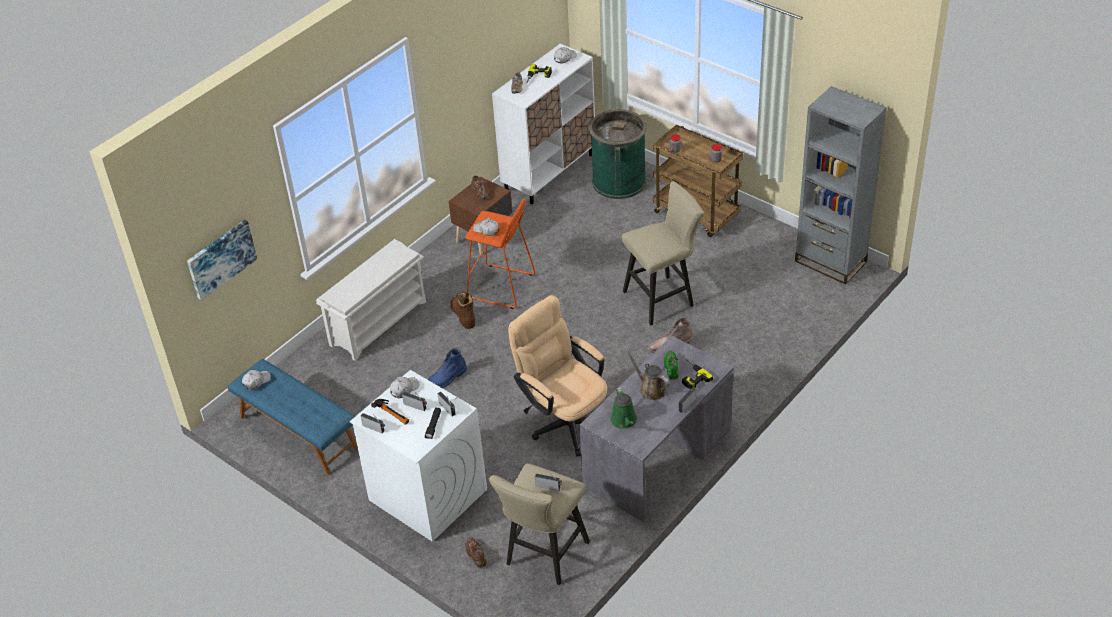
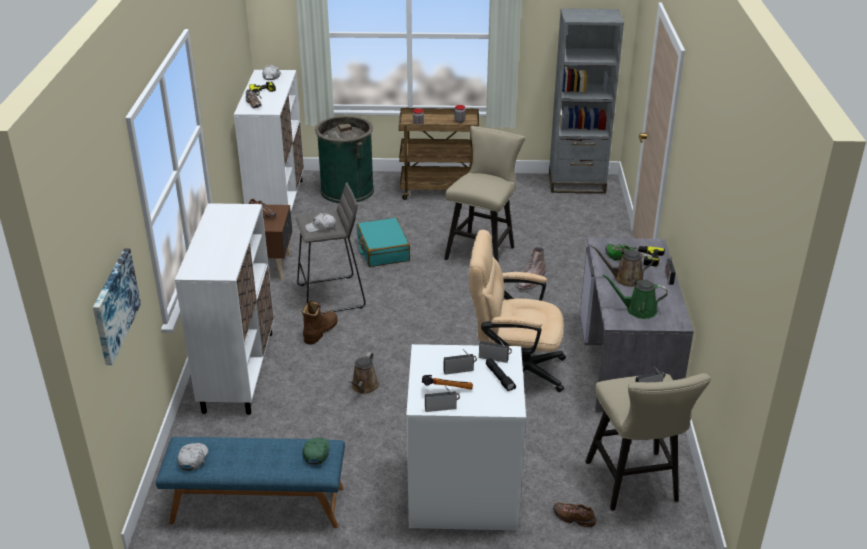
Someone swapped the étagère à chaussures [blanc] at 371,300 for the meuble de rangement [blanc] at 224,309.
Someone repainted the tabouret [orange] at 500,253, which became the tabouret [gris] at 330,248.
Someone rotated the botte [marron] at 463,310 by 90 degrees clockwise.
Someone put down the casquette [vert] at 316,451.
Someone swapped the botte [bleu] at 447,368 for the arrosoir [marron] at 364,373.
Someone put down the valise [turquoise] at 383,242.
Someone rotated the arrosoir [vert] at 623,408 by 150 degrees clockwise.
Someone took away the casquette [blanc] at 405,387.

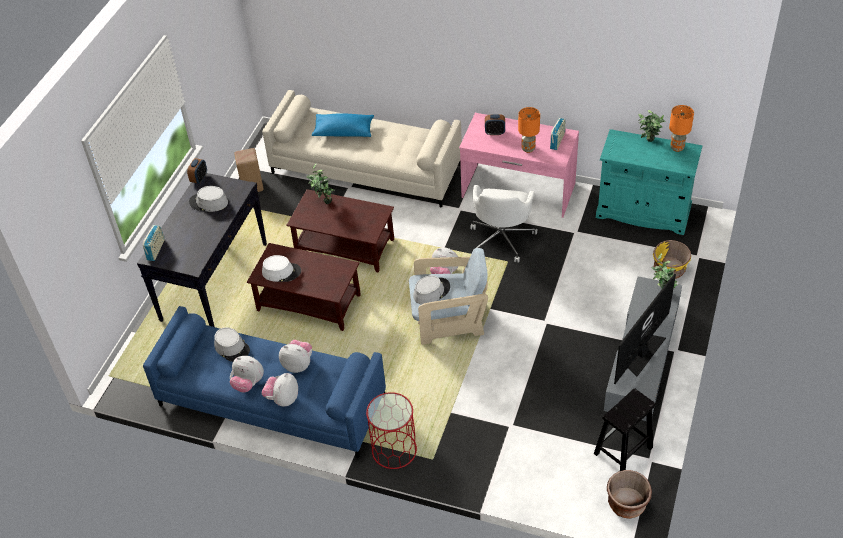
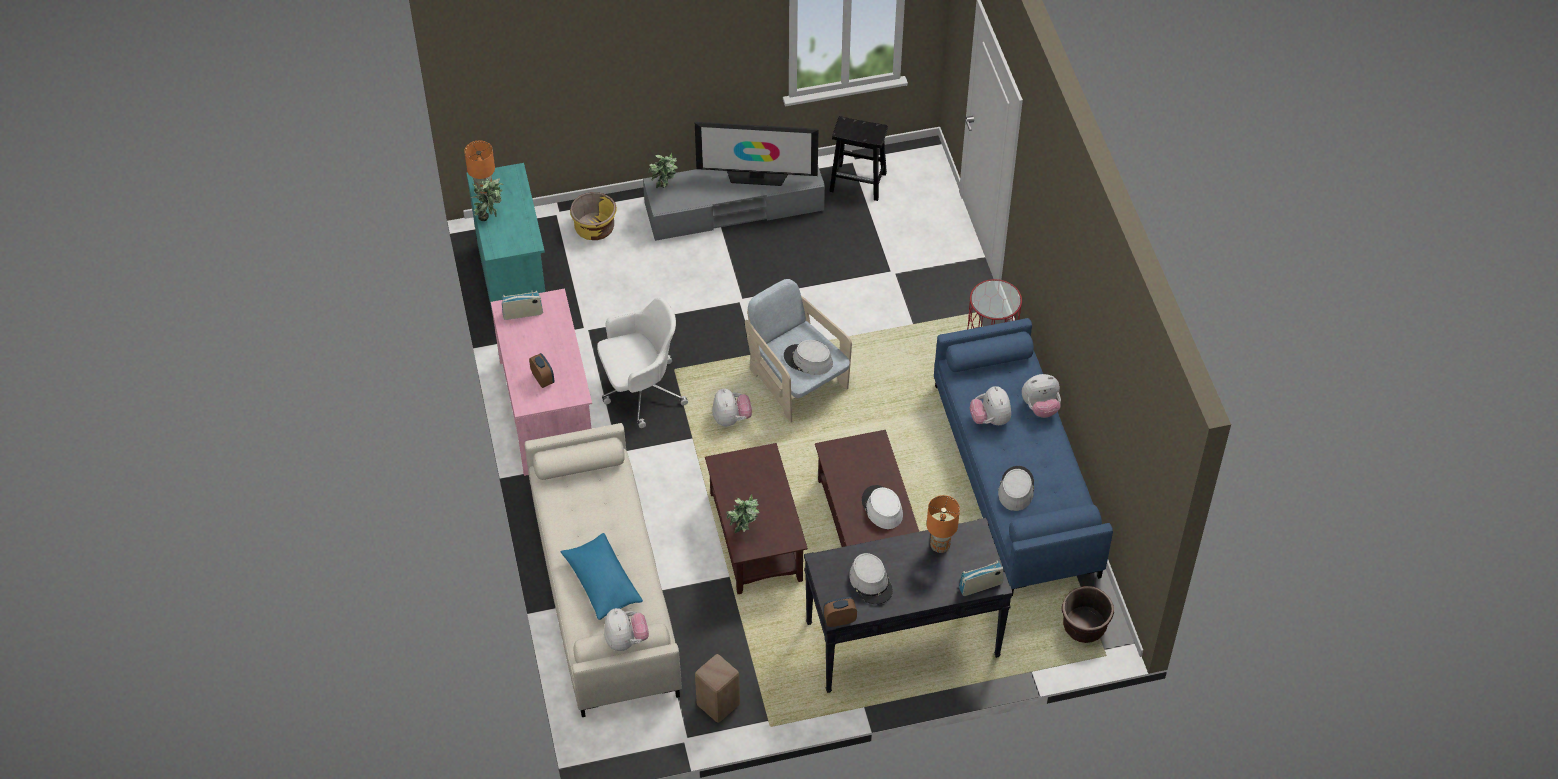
Someone carried the peluche from 247,374 to 626,629.
Someone carried the lampe de table [orange] from 529,130 to 943,524.
Someone carried the cache-pot [marron] from 629,494 to 1088,614.

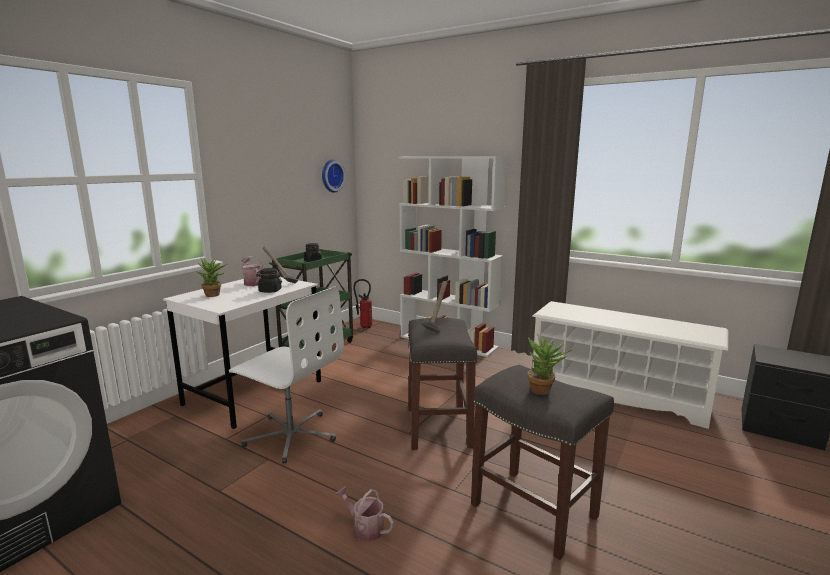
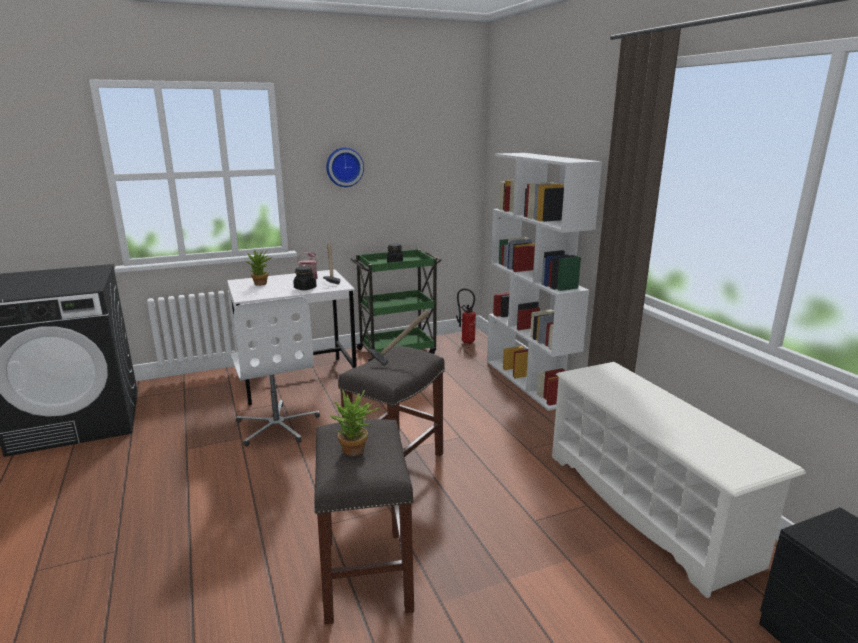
Someone carried the horloge murale from 334,176 to 345,167.
Someone took away the arrosoir at 364,514.

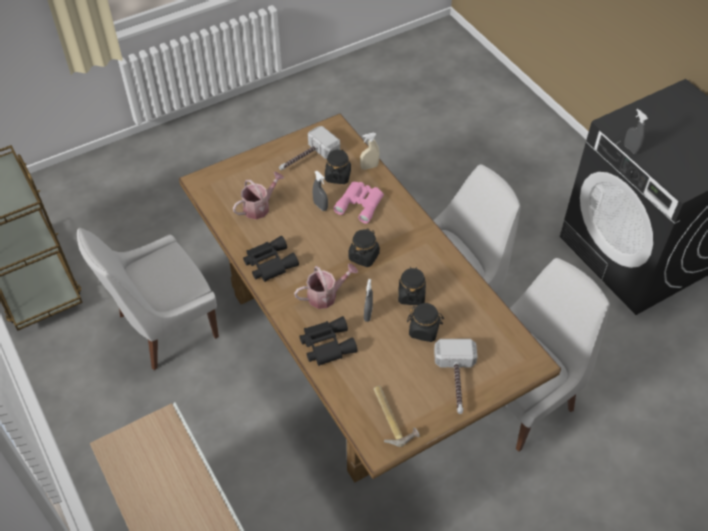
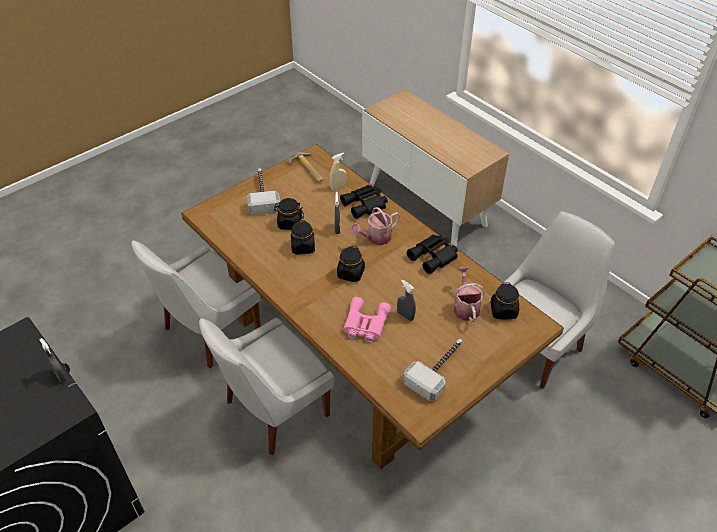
Someone carried the vaporisateur [beige] from 370,151 to 338,171.
Someone rotated the arrosoir at 258,195 by 135 degrees clockwise.
Someone carried the bocal [noir] from 338,166 to 504,301.

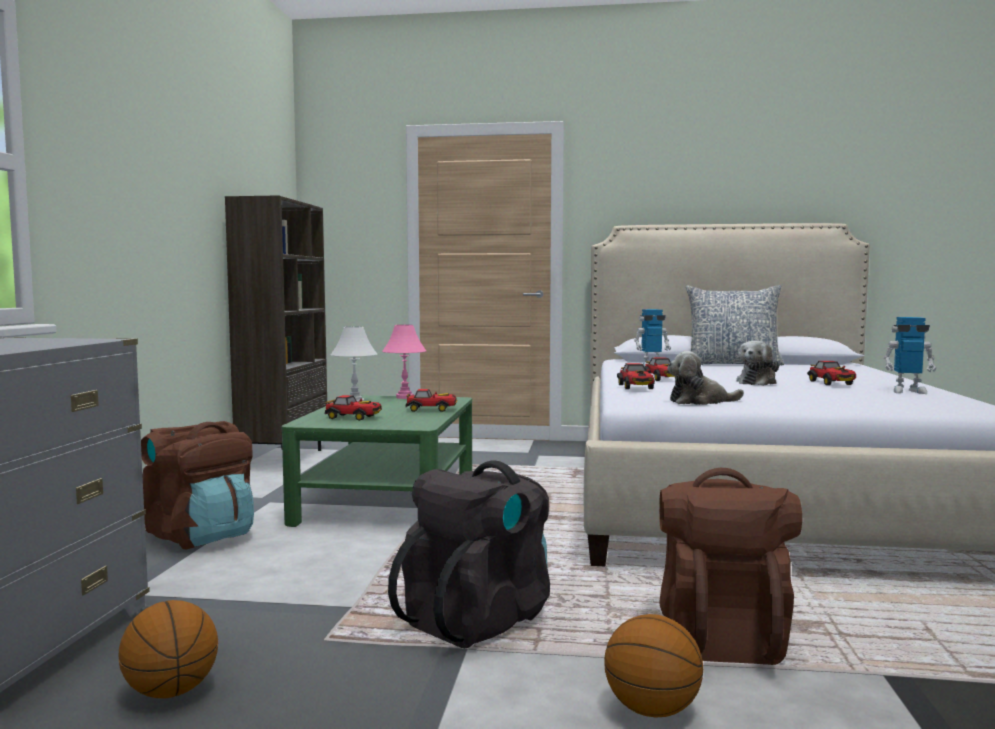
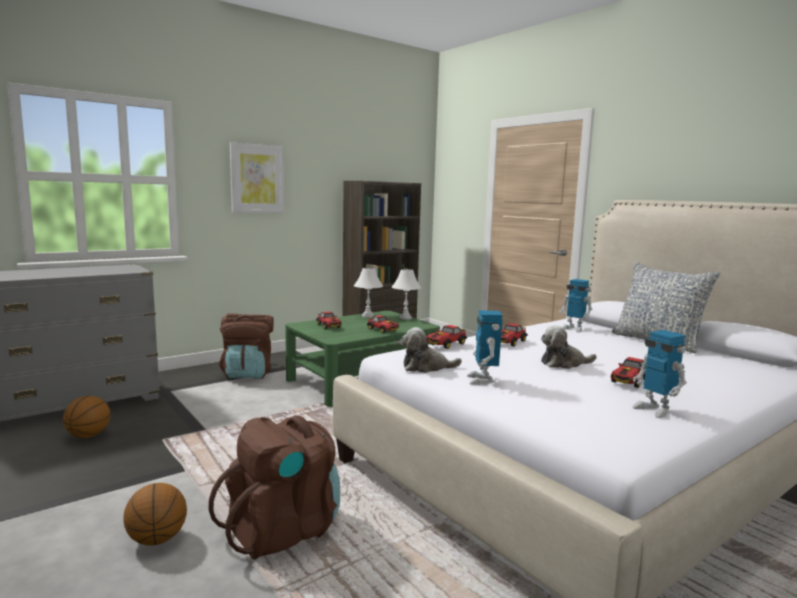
Someone put up the tableau at 257,177.
Someone repainted the lampe de table [rose] at 404,361, which became the lampe de table [blanc] at 406,294.
Someone rotated the peluche at 705,378 by 45 degrees counterclockwise.
Someone put down the robot jouet at 485,347.
Someone took away the sac à dos [noir] at 469,554.

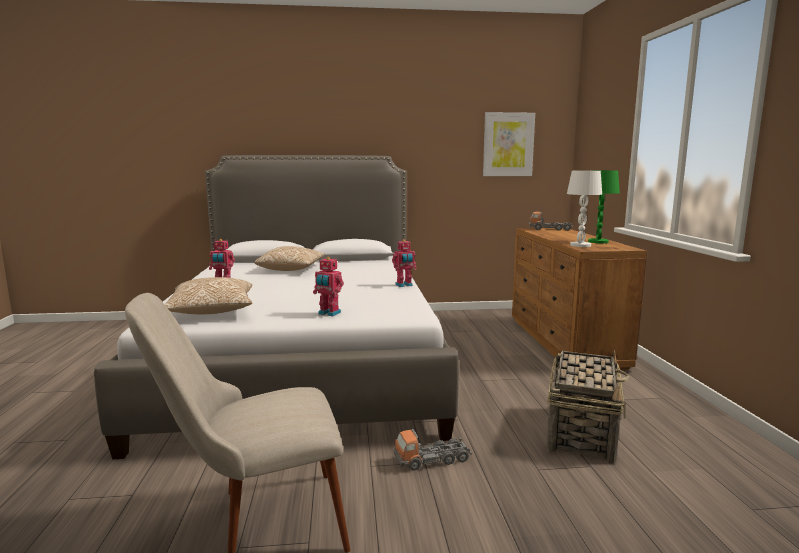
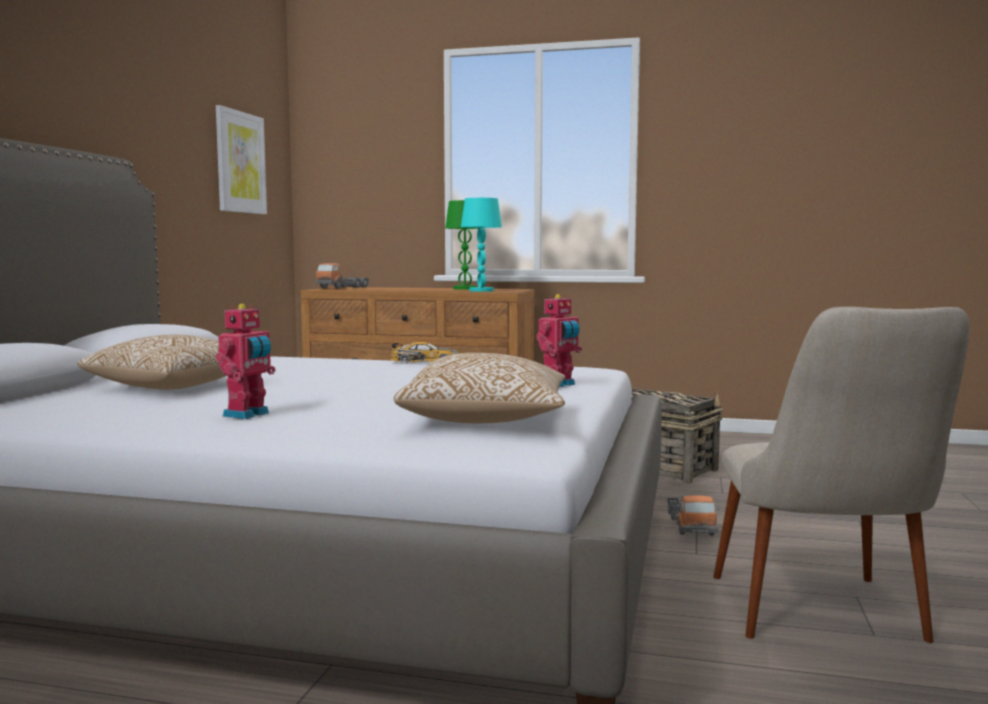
Someone swapped the robot jouet at 404,263 for the petite voiture at 424,353.
Someone repainted the lampe de table [blanc] at 584,209, which became the lampe de table [turquoise] at 481,245.

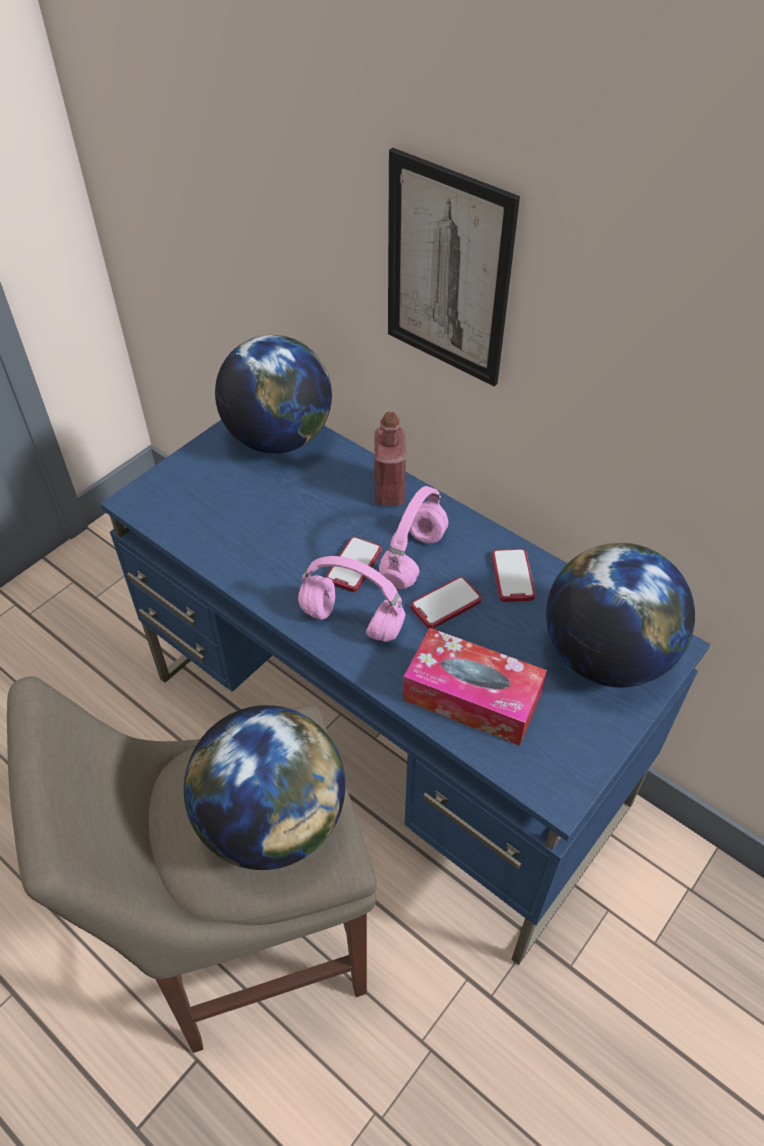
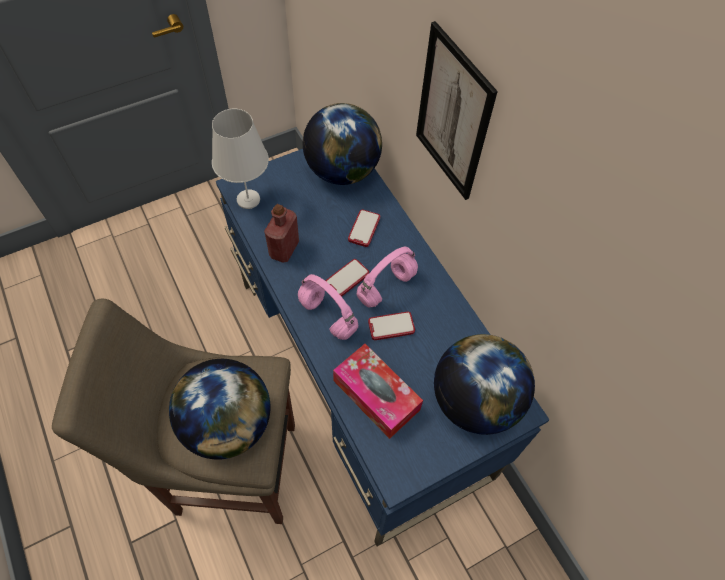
Someone put down the lampe de table [blanc] at 240,159.
Someone carried the bouteille [rouge] from 390,459 to 281,233.
Someone carried the téléphone from 513,575 to 364,228.

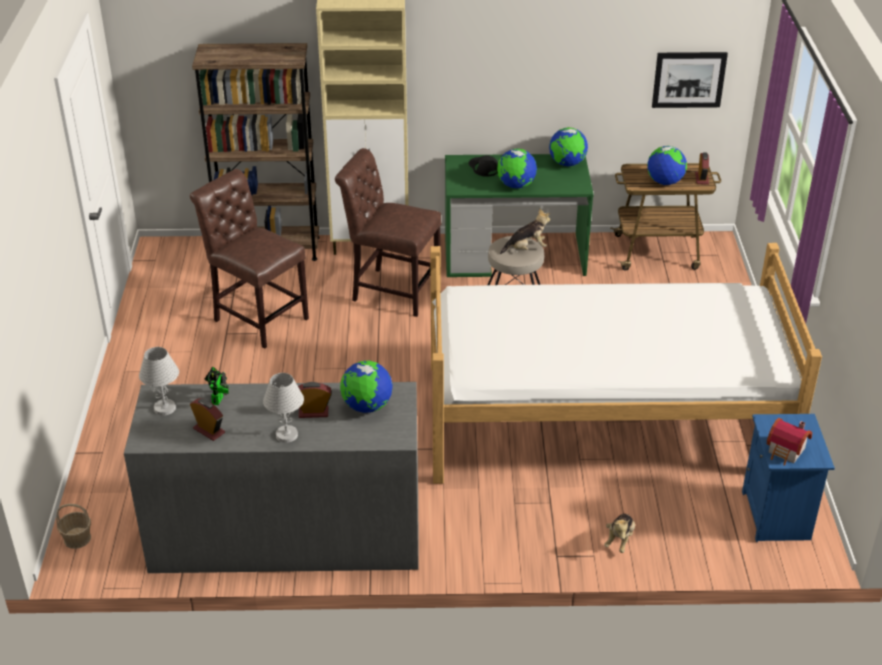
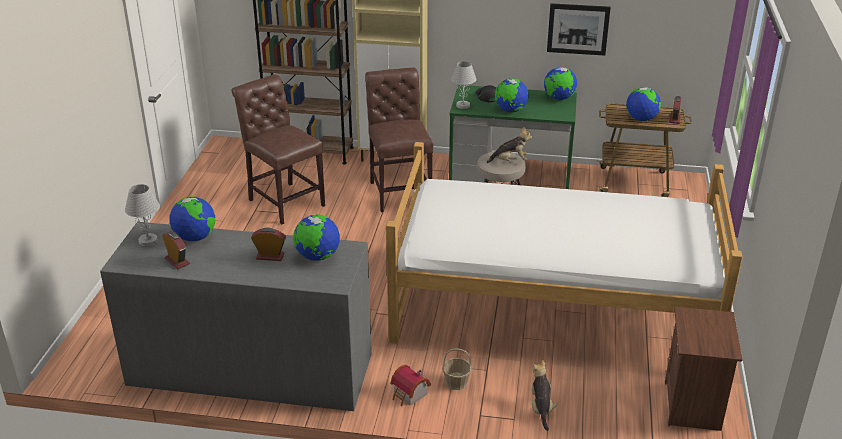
Someone swapped the robot jouet at 217,386 for the globe at 192,219.
Someone rotated the chaise [marron] at 388,232 by 45 degrees clockwise.
Someone carried the maison miniature from 789,442 to 410,385.
Someone carried the panier from 73,526 to 457,369.
Someone carried the lampe de table [blanc] from 283,408 to 463,85.
Someone rotated the peluche at 619,533 by 150 degrees clockwise.
Someone carried the tableau from 690,80 to 579,29.
Someone repainted the table de chevet [bleu] at 788,478, which became the table de chevet [marron] at 703,369.

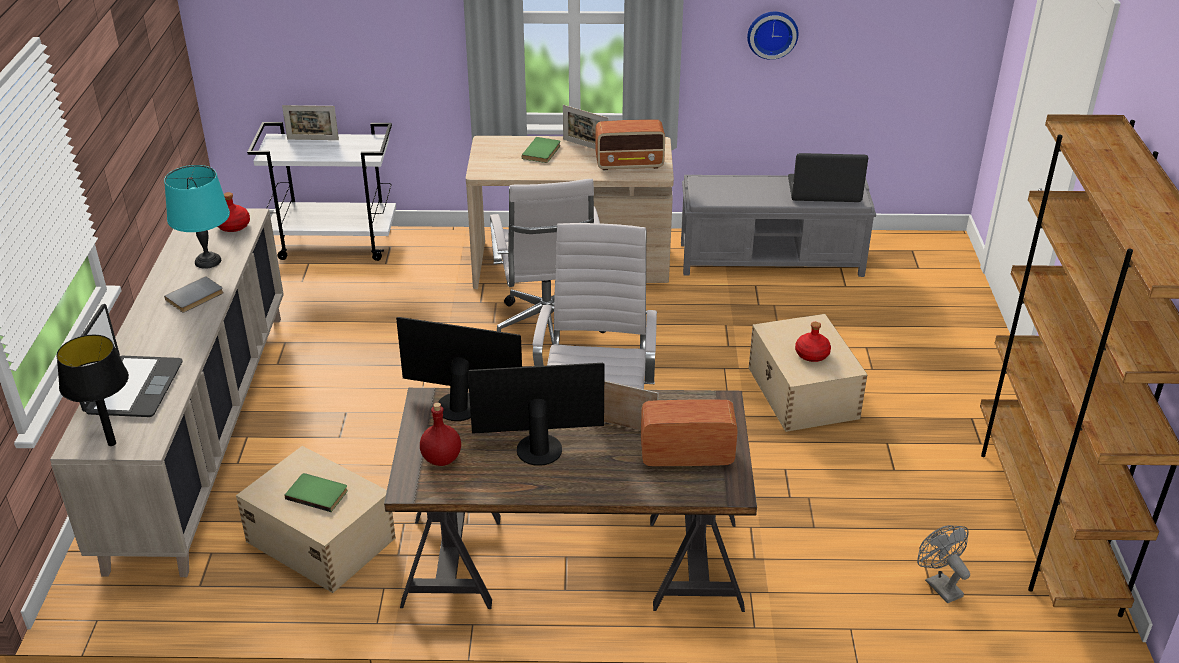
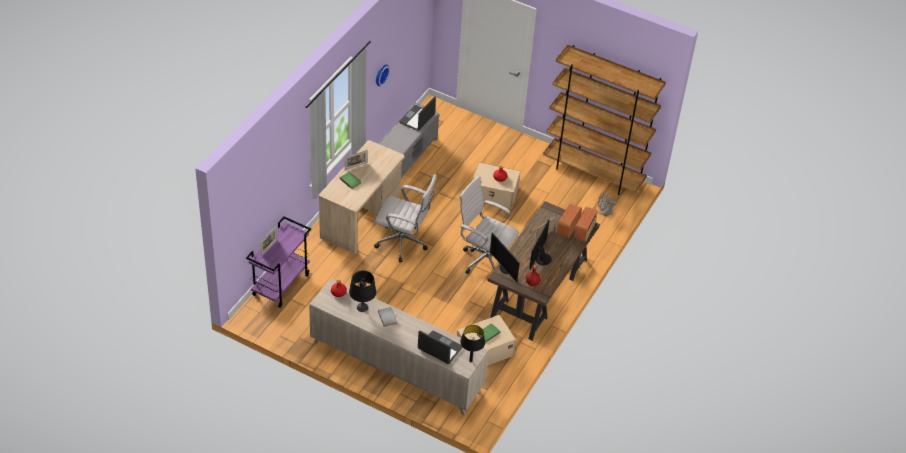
Someone repainted the chariot [blanc] at 321,191, which became the chariot [violet] at 278,262.
Someone repainted the lampe de table [turquoise] at 197,217, which became the lampe de table [noir] at 362,291.
Someone rotated the écran d'ordinateur at 459,369 by 75 degrees counterclockwise.
Someone carried the radio from 630,144 to 586,224.

